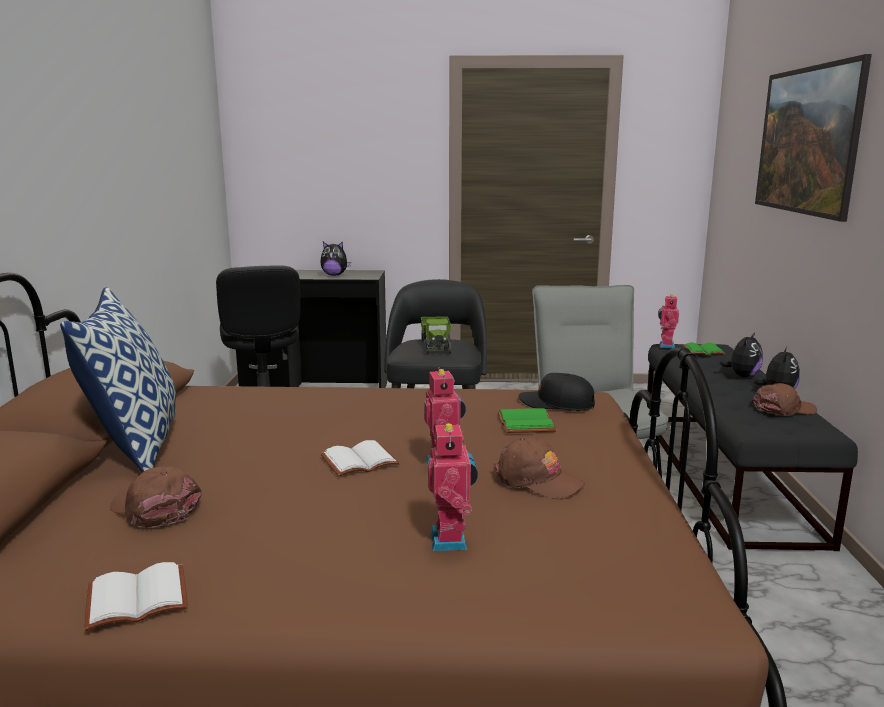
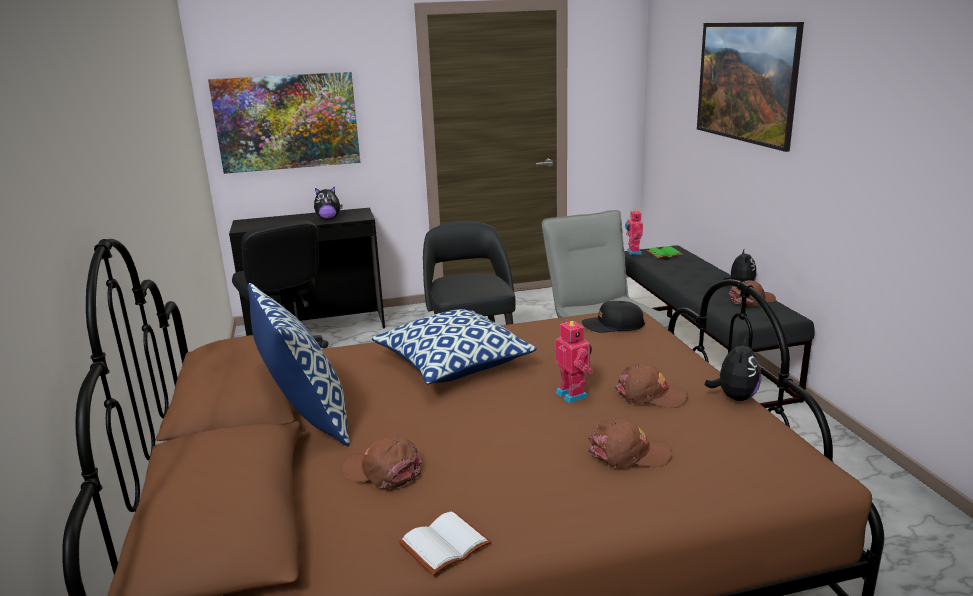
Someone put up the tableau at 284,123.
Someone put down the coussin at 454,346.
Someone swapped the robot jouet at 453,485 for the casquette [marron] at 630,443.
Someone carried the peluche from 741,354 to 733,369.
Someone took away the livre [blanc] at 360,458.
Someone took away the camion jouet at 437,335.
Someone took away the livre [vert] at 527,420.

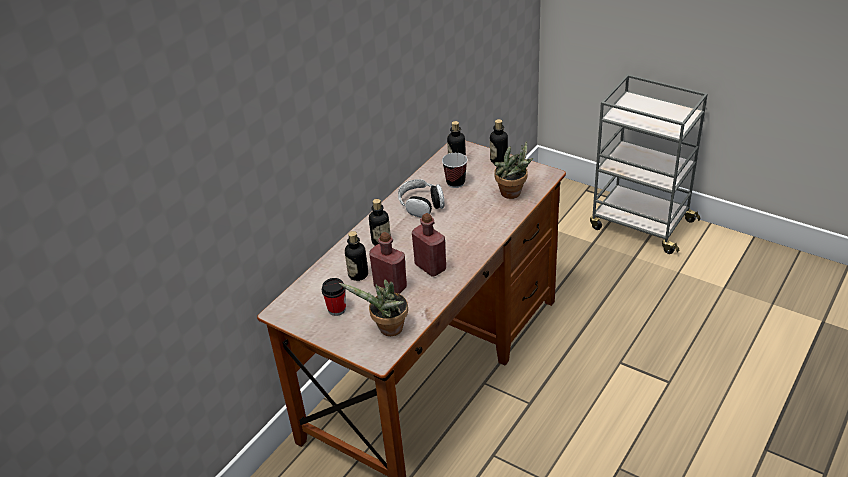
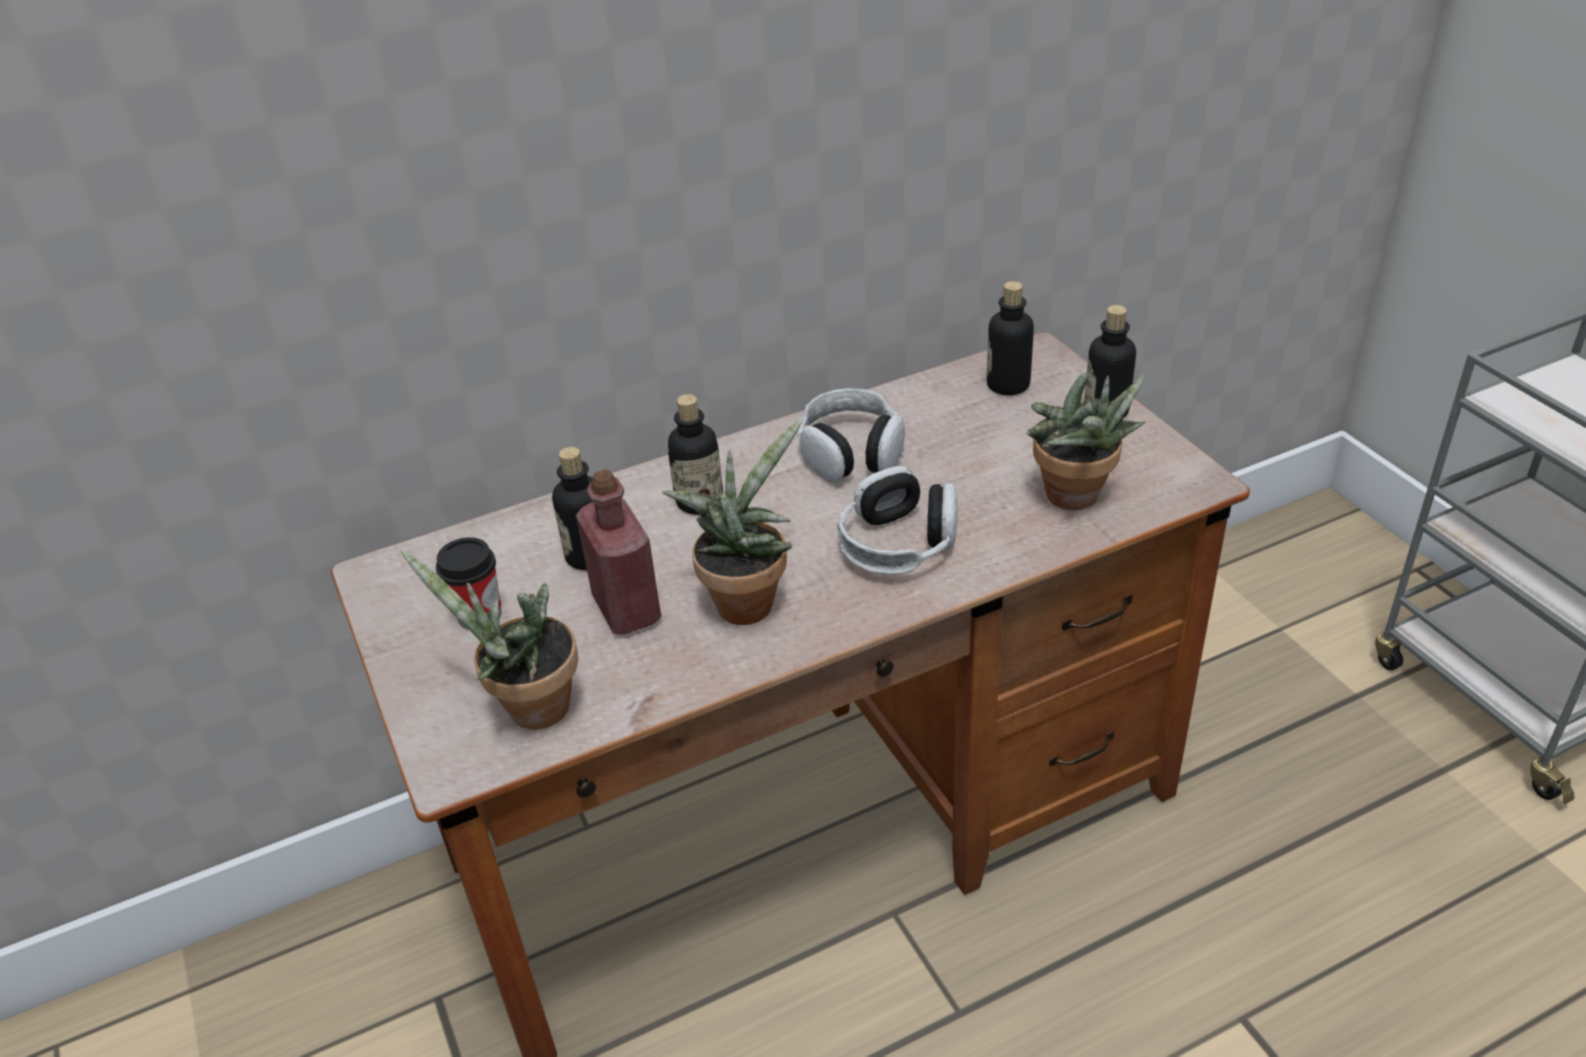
Someone swapped the bouteille [rouge] at 429,245 for the plante en pot at 732,521.
Someone put down the casque audio at 897,520.
Someone took away the tasse at 455,170.

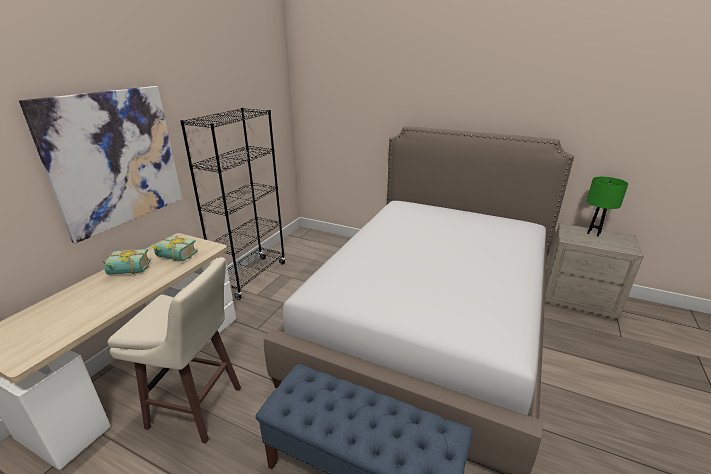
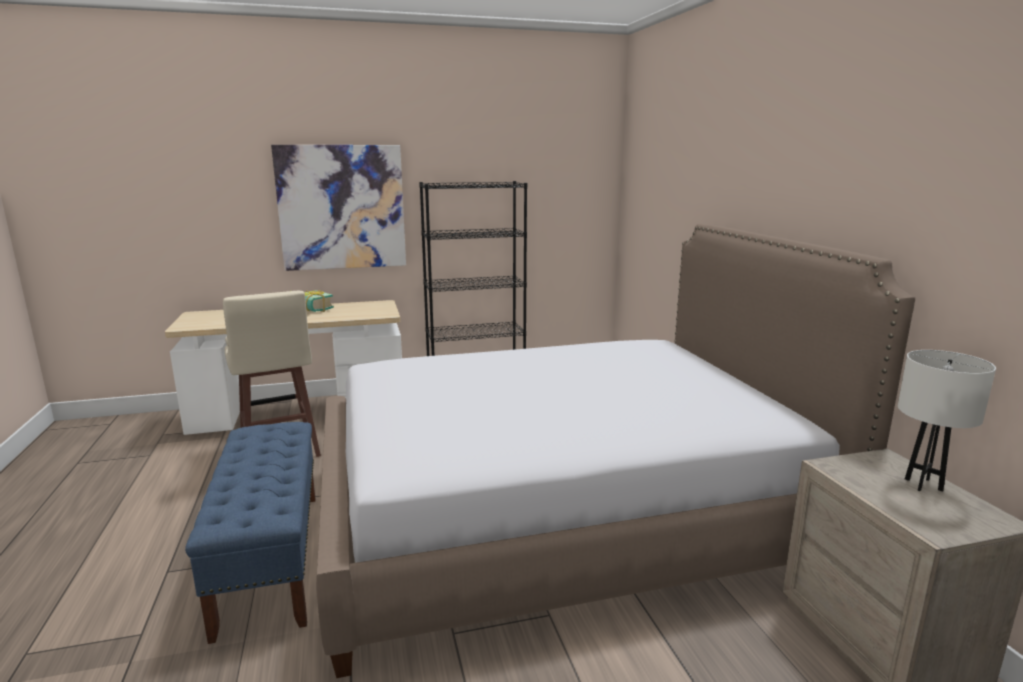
Someone repainted the lampe de table [vert] at 607,207, which became the lampe de table [blanc] at 947,421.
Someone took away the livre at 174,248.

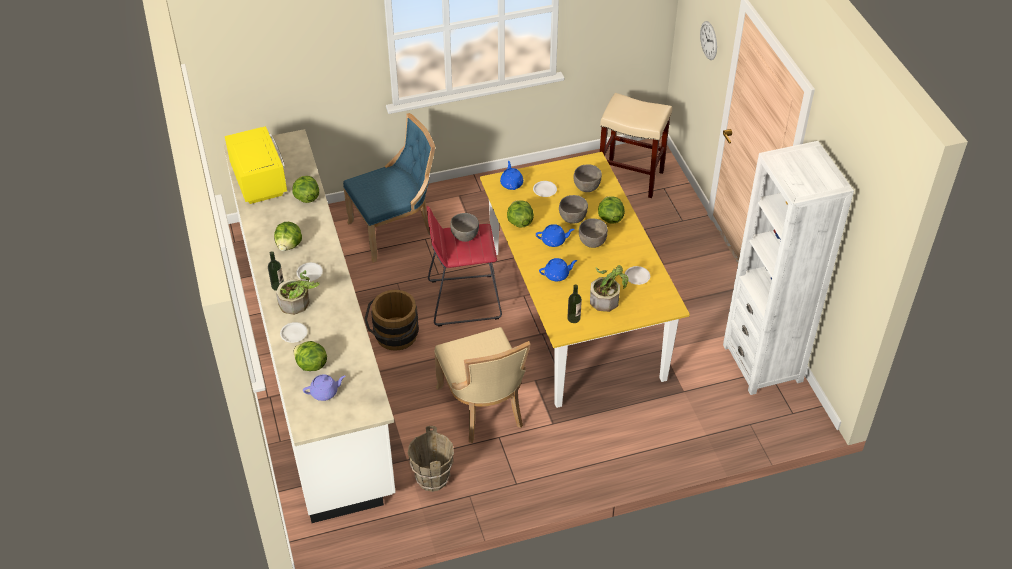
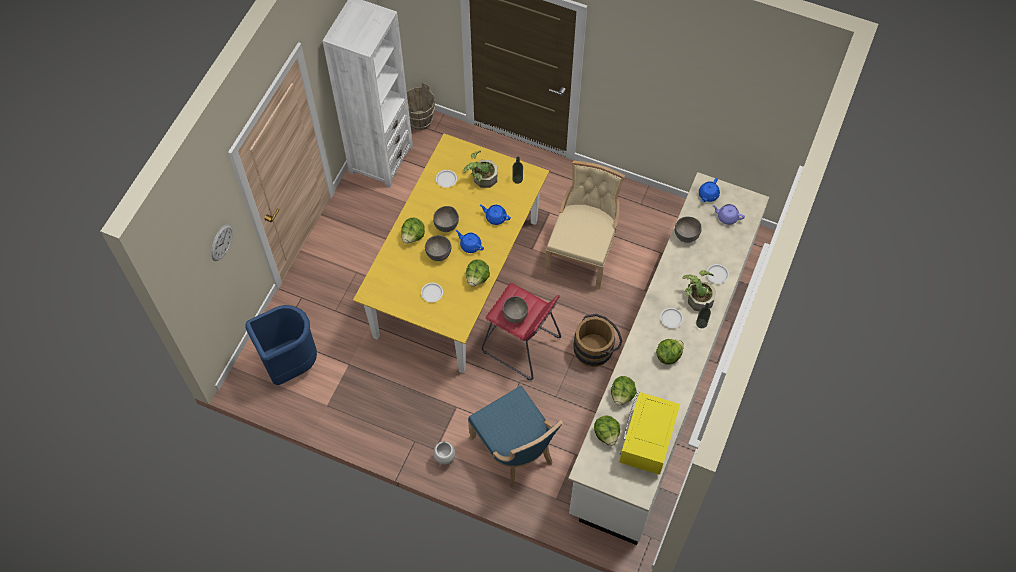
Someone swapped the tabouret [beige] at 636,145 for the poubelle [bleu] at 281,345.
Someone carried the seau [marron] from 431,459 to 421,106.
Someone put down the cache-pot [blanc] at 444,454.
Someone rotated the chaise [bleu] at 389,188 by 135 degrees counterclockwise.
Someone carried the laitue from 310,356 to 607,430.
Someone carried the bol [gris] from 587,178 to 688,229.
Someone carried the théière [bleu] from 511,175 to 709,190.

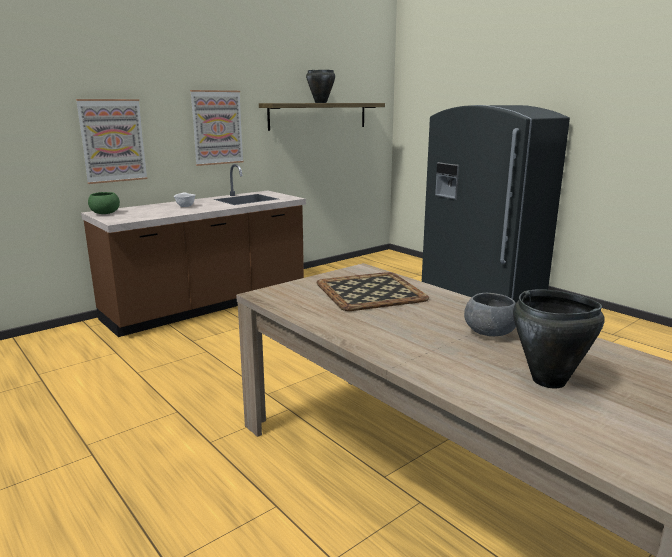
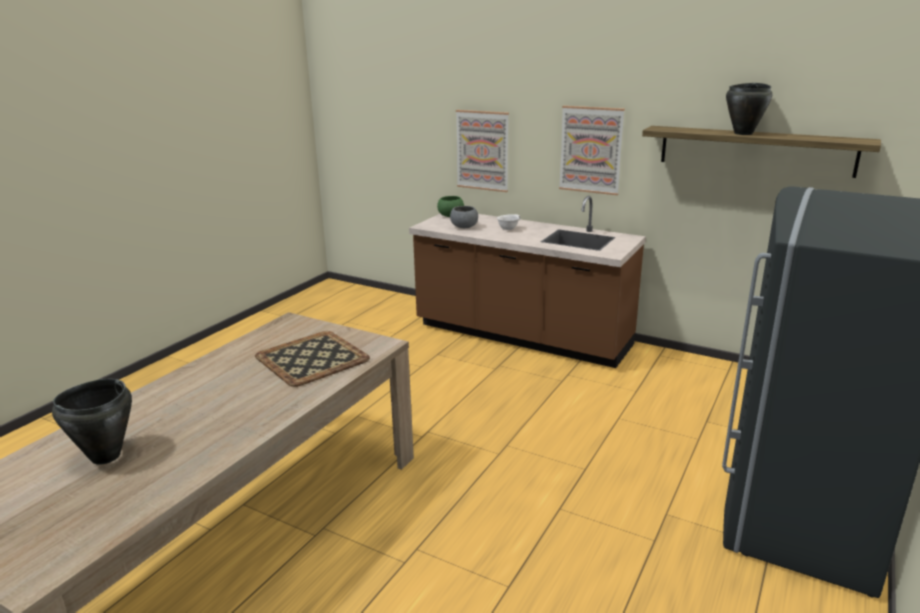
Someone carried the bol [gris] from 490,314 to 464,217.

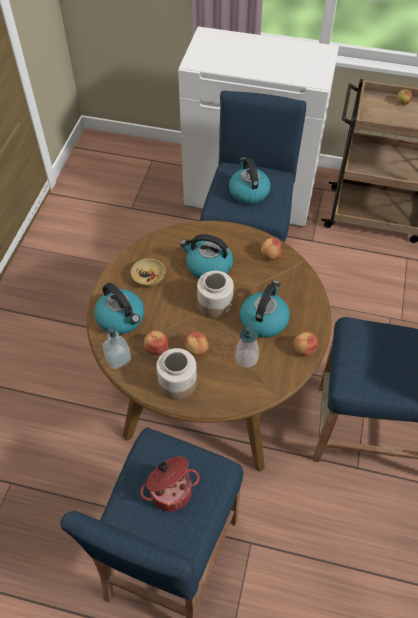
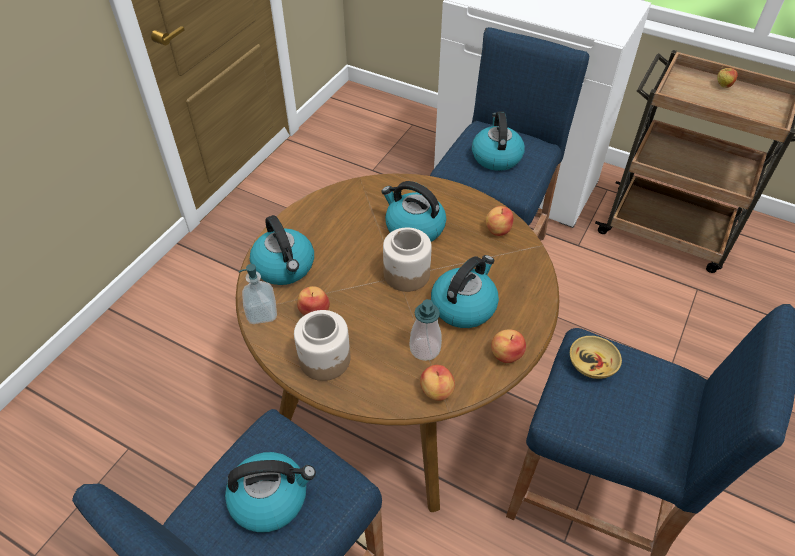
Someone swapped the marmite at 169,484 for the bouilloire at 270,492.
Someone carried the pomme from 196,343 to 437,383.
Someone carried the bol [beige] from 148,272 to 596,357.

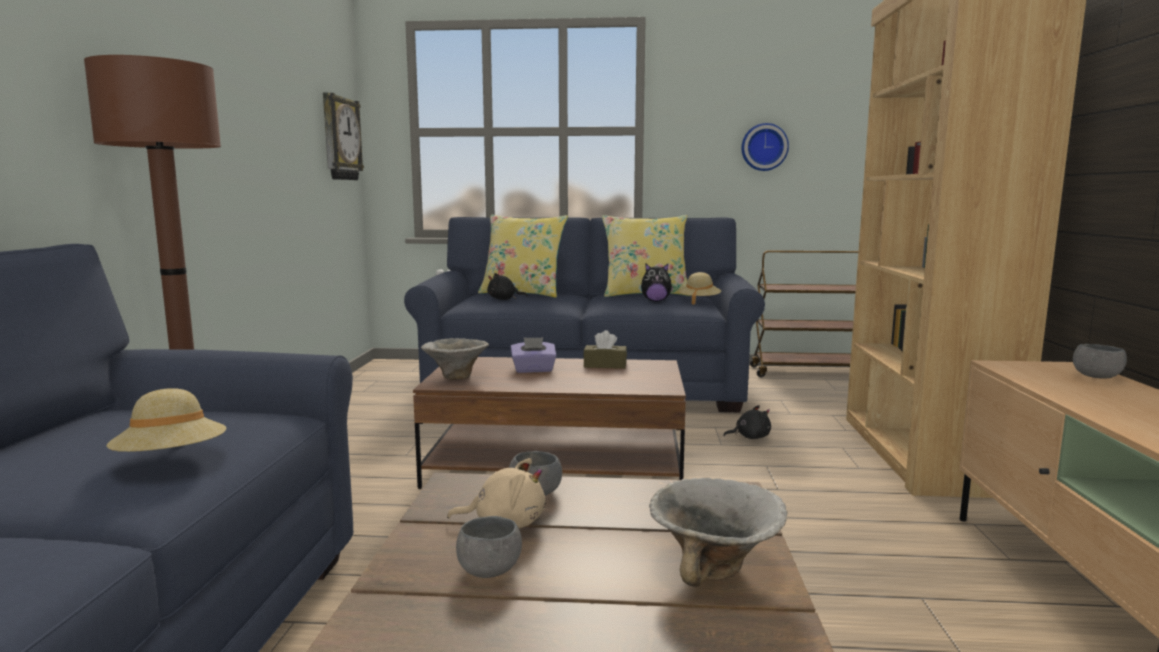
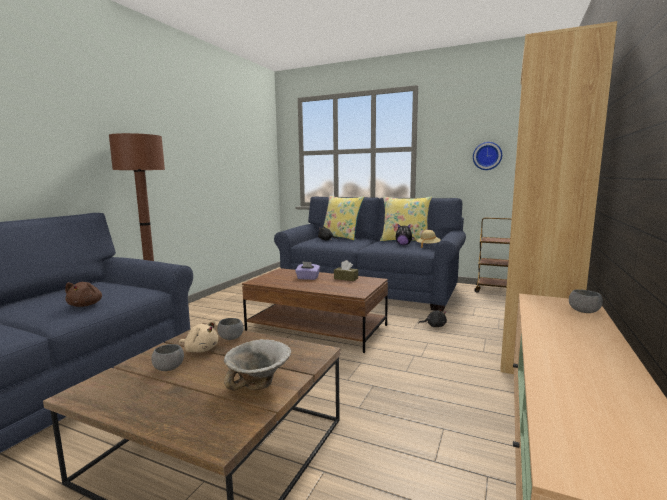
Someone swapped the chapeau [beige] at 167,420 for the peluche [marron] at 83,294.
Someone took away the horloge murale at 343,136.
Someone took away the bol at 455,359.

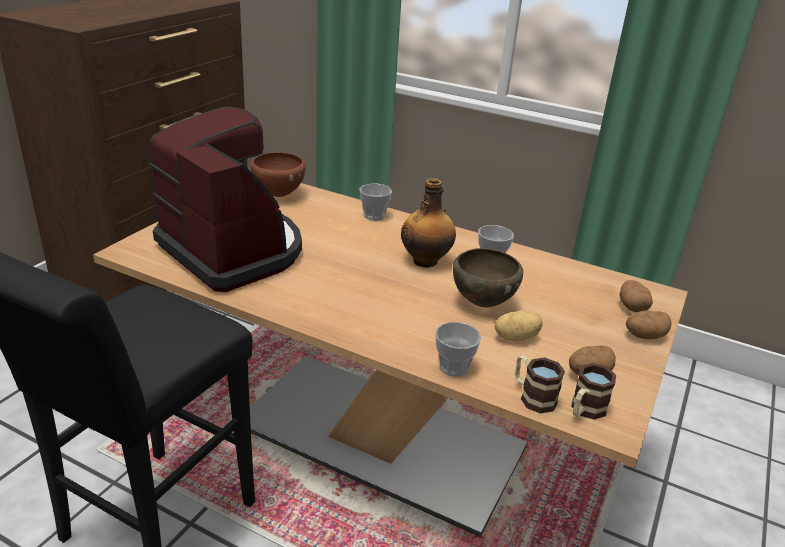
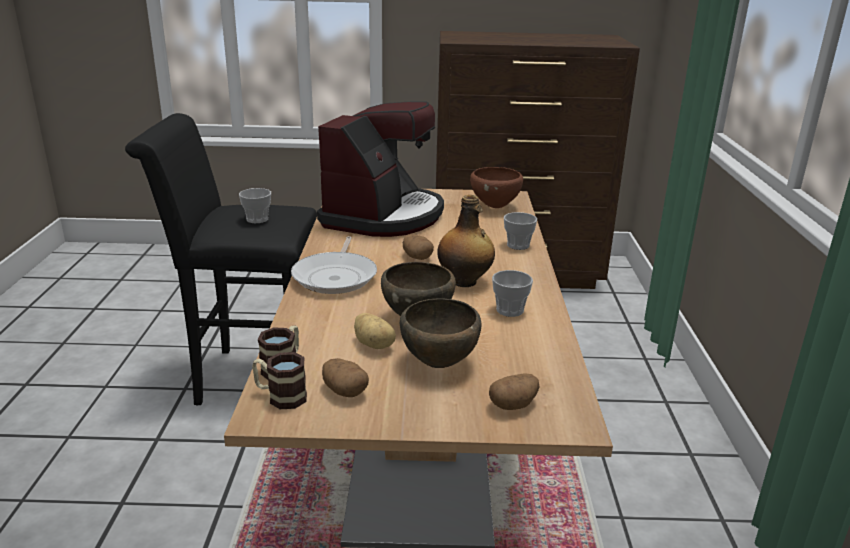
Someone carried the tasse from 458,349 to 255,206.
Someone put down the poêle at 334,265.
Someone put down the bol [marron] at 440,333.
Someone carried the pomme de terre from 649,324 to 418,247.

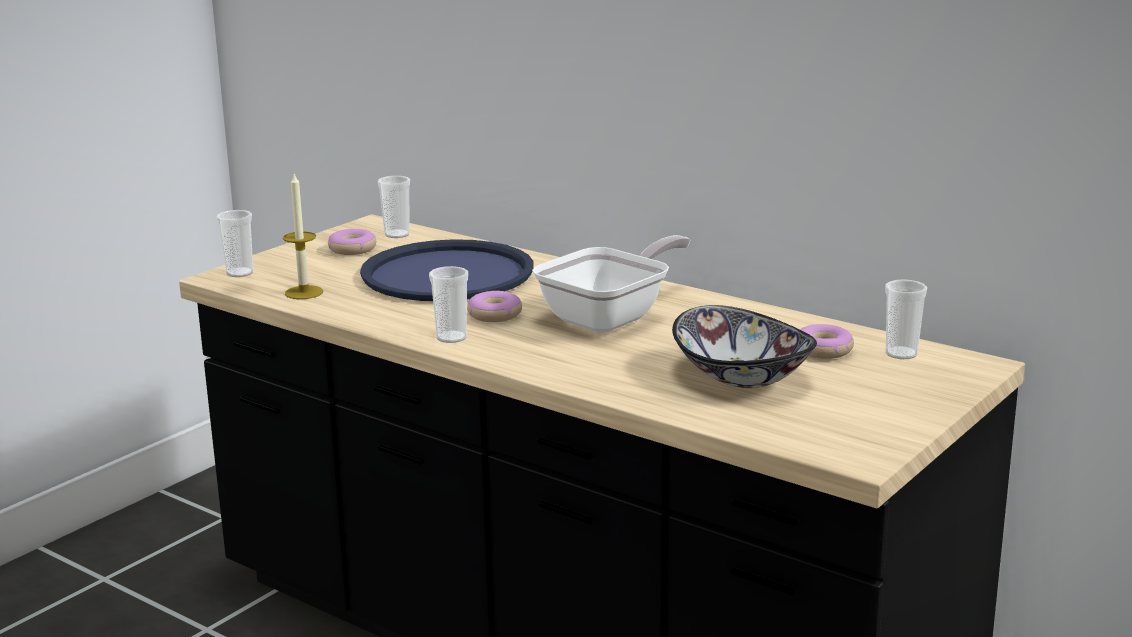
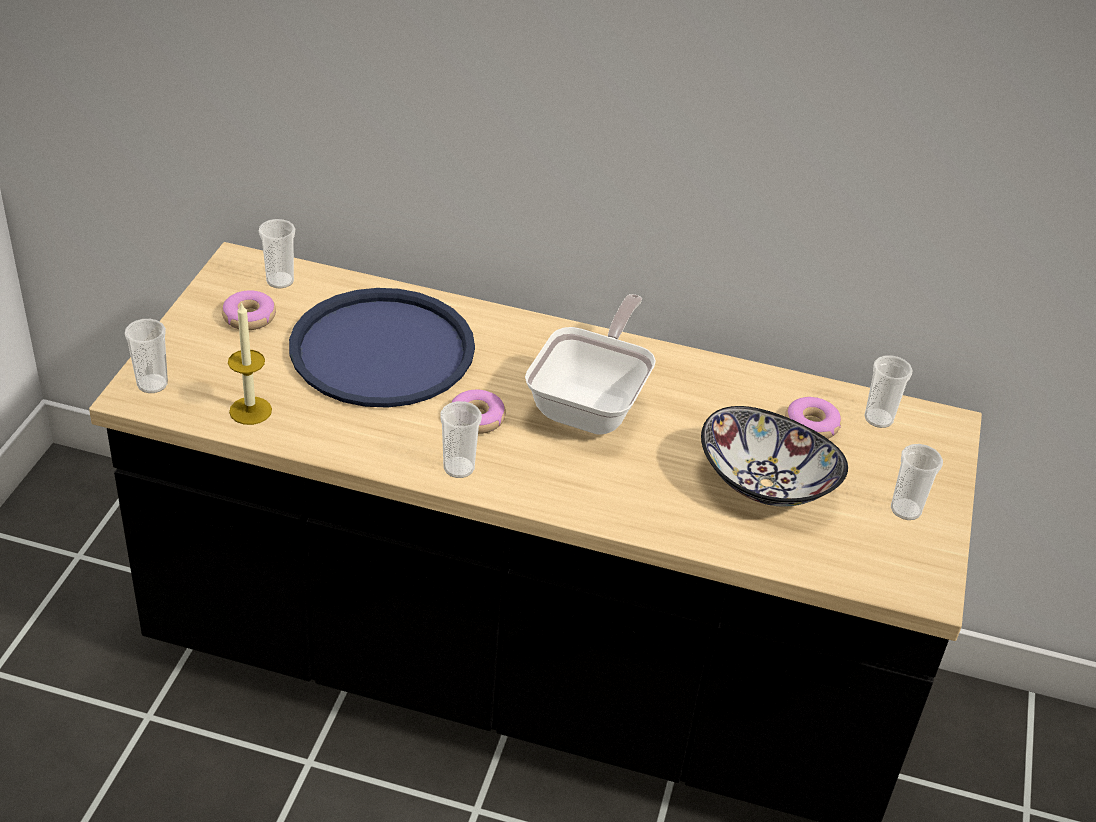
Someone put down the tasse at 917,482.

